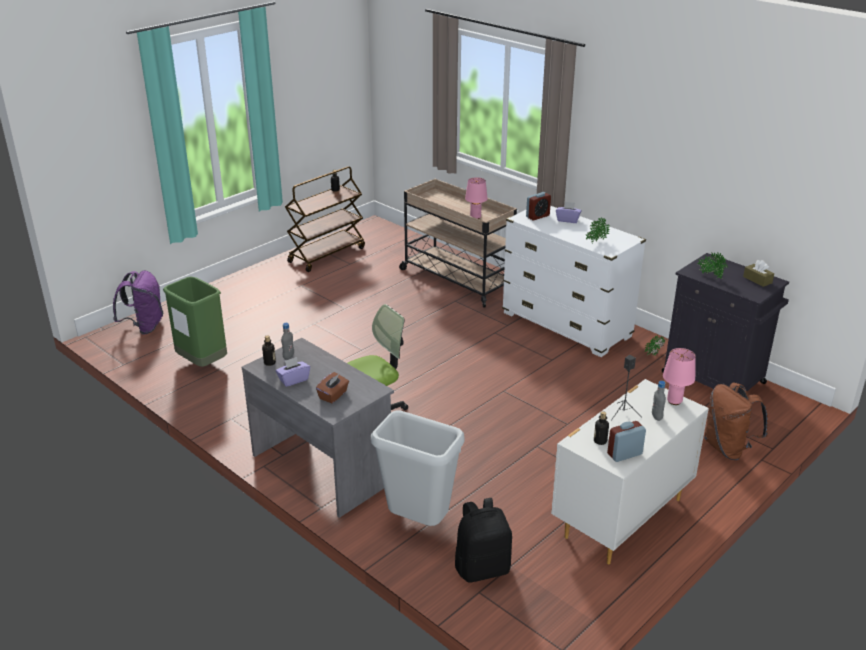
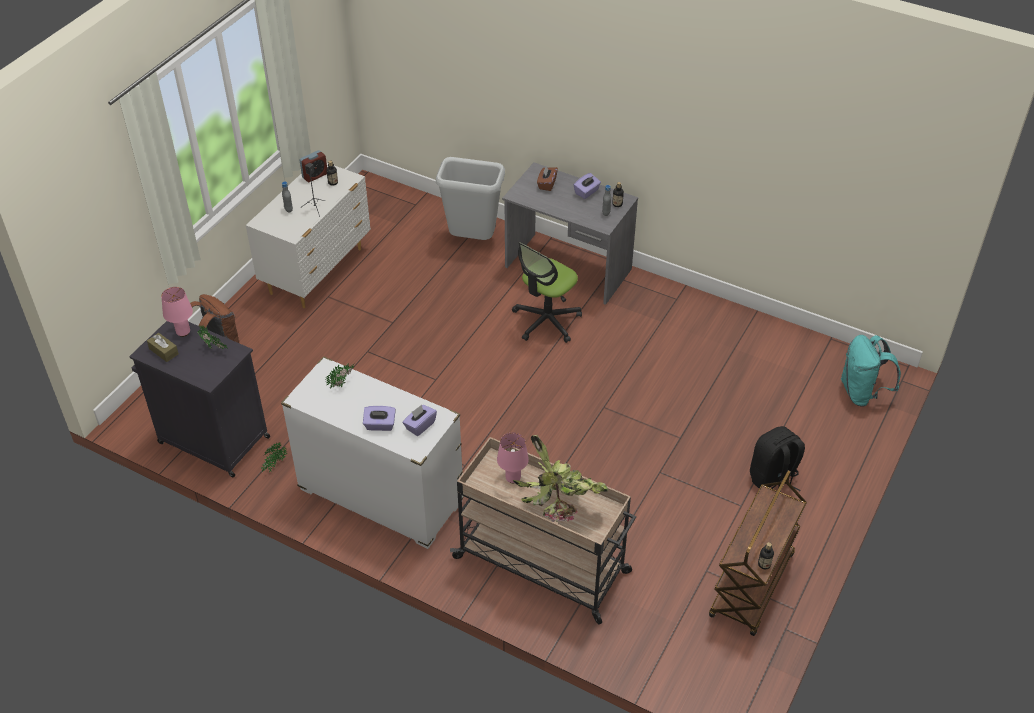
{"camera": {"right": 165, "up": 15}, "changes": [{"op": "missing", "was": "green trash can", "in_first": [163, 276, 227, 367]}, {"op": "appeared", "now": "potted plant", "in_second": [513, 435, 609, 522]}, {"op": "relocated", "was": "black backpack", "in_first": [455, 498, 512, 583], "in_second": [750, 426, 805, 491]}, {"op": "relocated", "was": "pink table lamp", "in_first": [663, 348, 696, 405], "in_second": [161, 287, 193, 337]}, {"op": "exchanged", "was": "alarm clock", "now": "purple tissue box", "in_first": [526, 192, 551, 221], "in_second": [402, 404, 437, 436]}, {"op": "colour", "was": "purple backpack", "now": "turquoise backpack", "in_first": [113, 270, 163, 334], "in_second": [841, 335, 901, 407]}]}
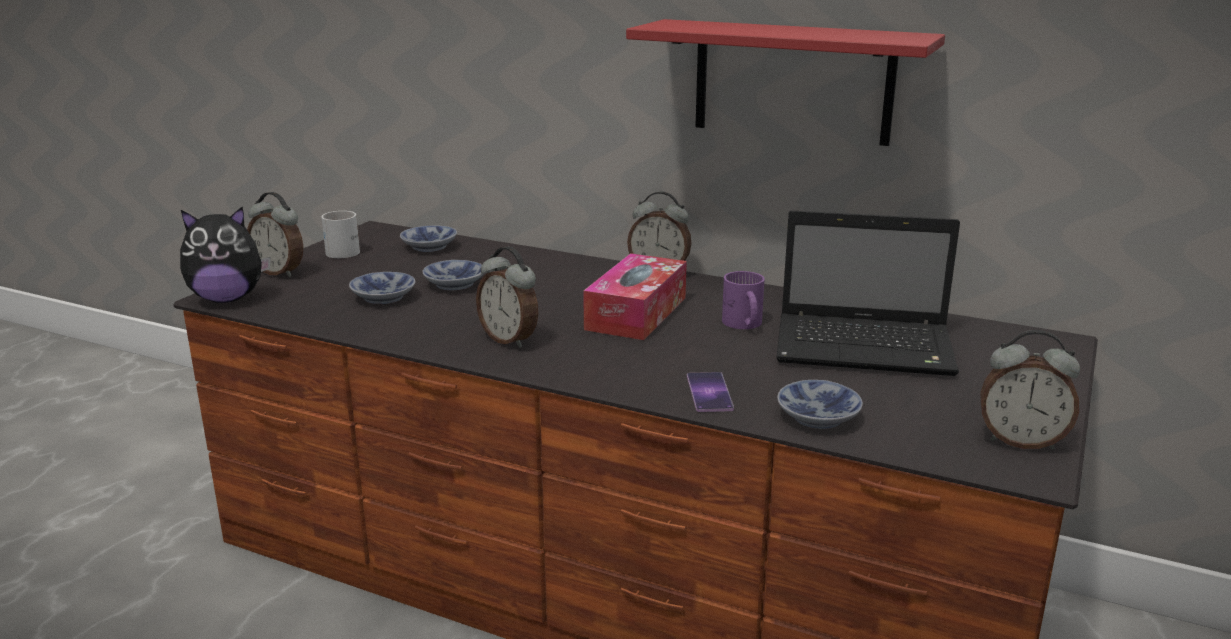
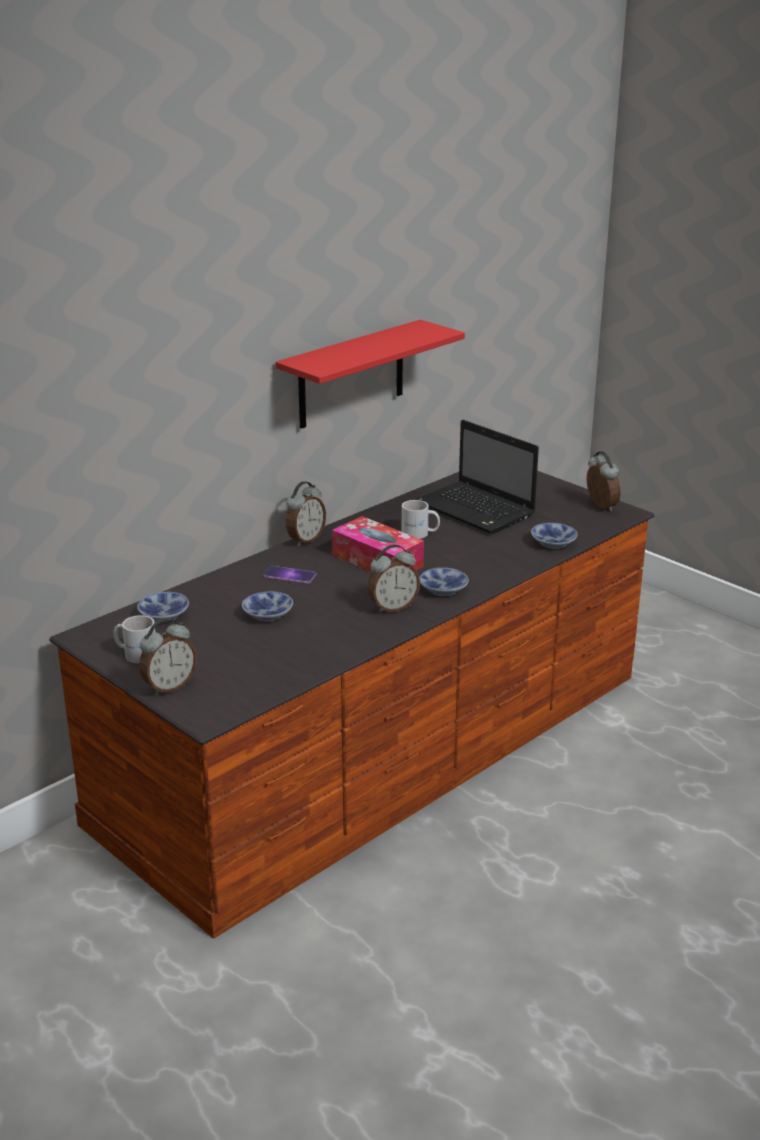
{"camera": {"right": -70, "up": 5}, "changes": [{"op": "missing", "was": "plush toy", "in_first": [180, 207, 271, 303]}, {"op": "relocated", "was": "bowl", "in_first": [349, 272, 416, 304], "in_second": [420, 568, 469, 596]}, {"op": "relocated", "was": "phone", "in_first": [687, 372, 734, 412], "in_second": [263, 566, 316, 583]}, {"op": "colour", "was": "purple mug", "now": "white mug", "in_first": [722, 271, 765, 329], "in_second": [402, 500, 440, 539]}, {"op": "spun", "was": "laptop", "in_first": [776, 210, 960, 376], "in_second": [414, 420, 539, 534], "clockwise": 105}, {"op": "spun", "was": "alarm clock", "in_first": [980, 330, 1080, 449], "in_second": [587, 451, 621, 511], "clockwise": -60}]}
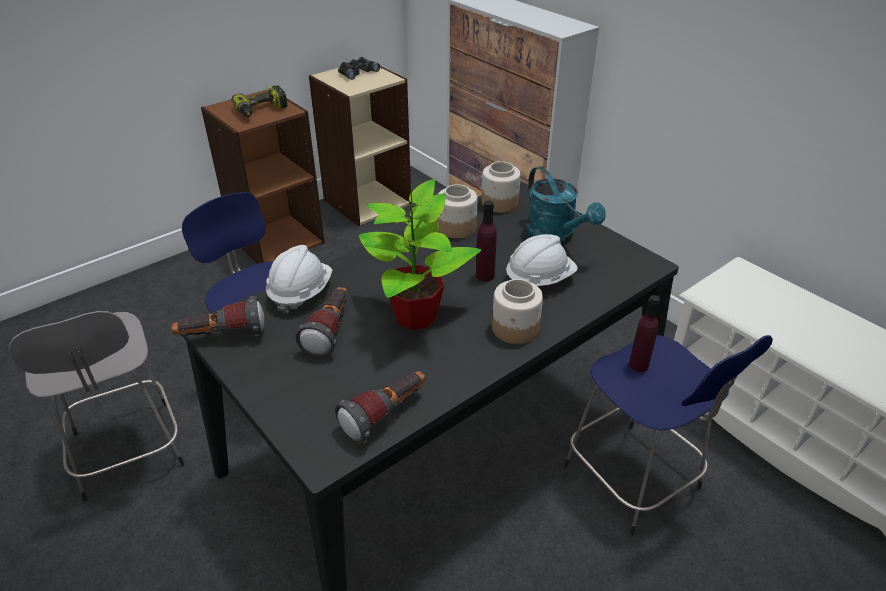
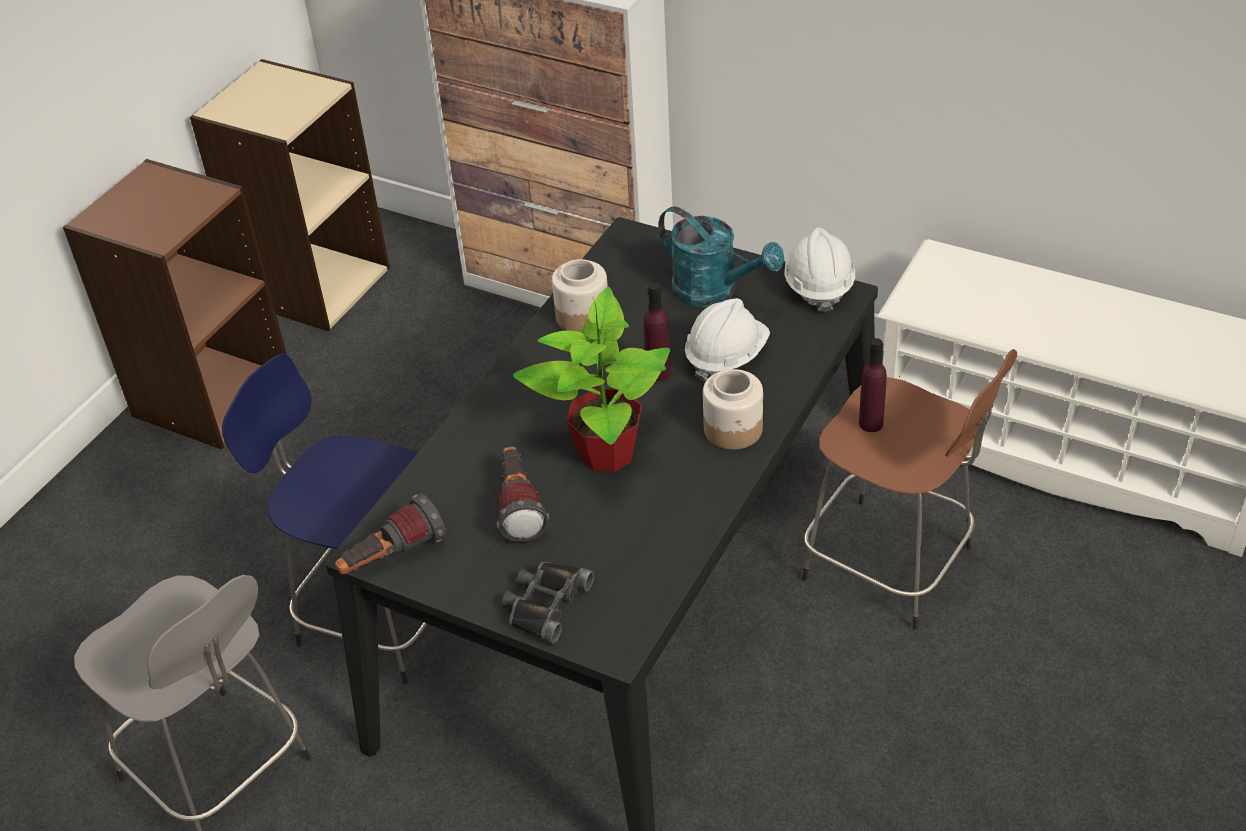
{"camera": {"right": -20, "up": 5}, "changes": [{"op": "missing", "was": "power drill", "in_first": [231, 85, 288, 117]}, {"op": "missing", "was": "flashlight", "in_first": [335, 371, 425, 444]}, {"op": "missing", "was": "jar", "in_first": [481, 161, 521, 213]}, {"op": "relocated", "was": "white hard hat", "in_first": [266, 245, 332, 314], "in_second": [784, 227, 855, 313]}, {"op": "relocated", "was": "black binoculars", "in_first": [338, 57, 380, 80], "in_second": [502, 562, 594, 644]}, {"op": "colour", "was": "blue stool", "now": "brown stool", "in_first": [563, 335, 773, 536], "in_second": [802, 349, 1017, 630]}]}
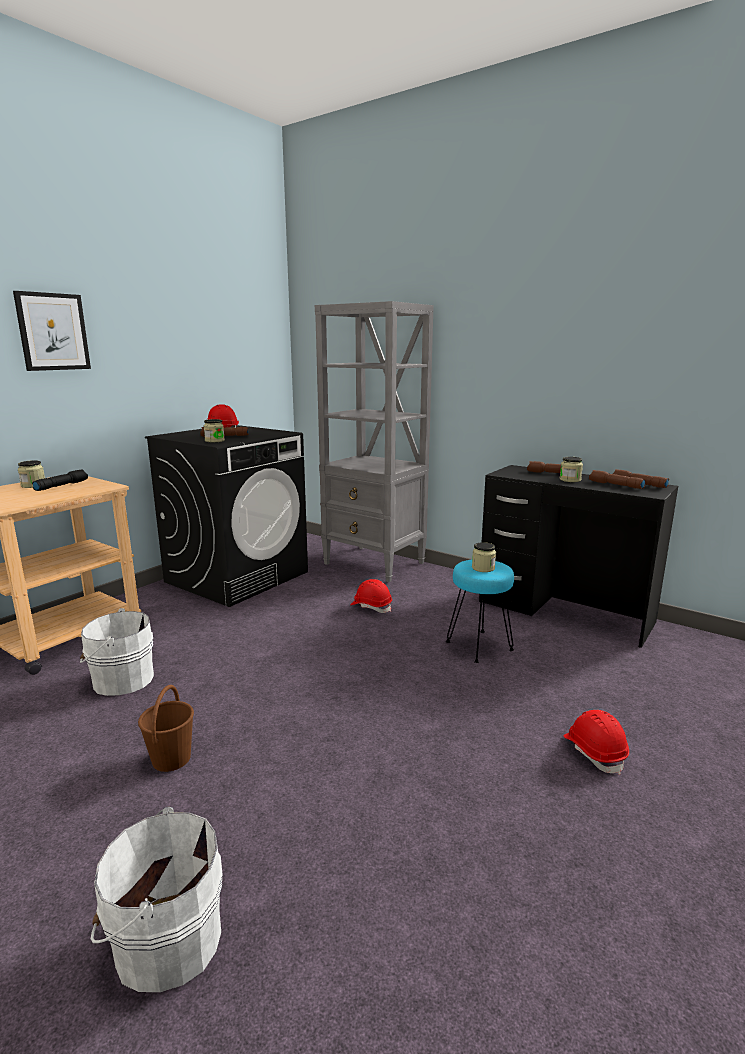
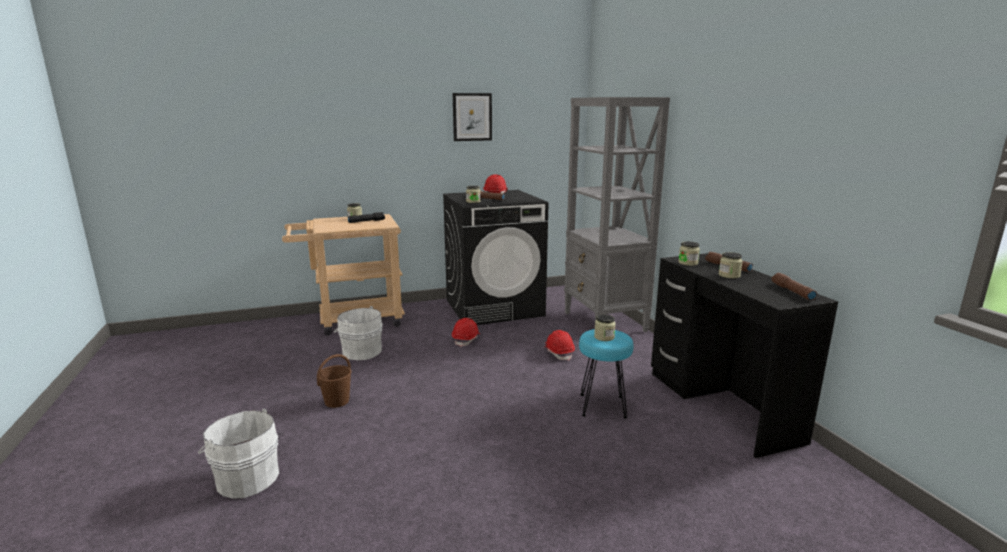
{"camera": {"right": 35, "up": 0}, "changes": [{"op": "missing", "was": "brown flashlight", "in_first": [589, 470, 646, 489]}, {"op": "appeared", "now": "jar", "in_second": [678, 241, 700, 266]}, {"op": "relocated", "was": "picture", "in_first": [13, 291, 91, 371], "in_second": [453, 93, 492, 141]}, {"op": "relocated", "was": "red hard hat", "in_first": [563, 710, 629, 775], "in_second": [452, 318, 480, 347]}]}
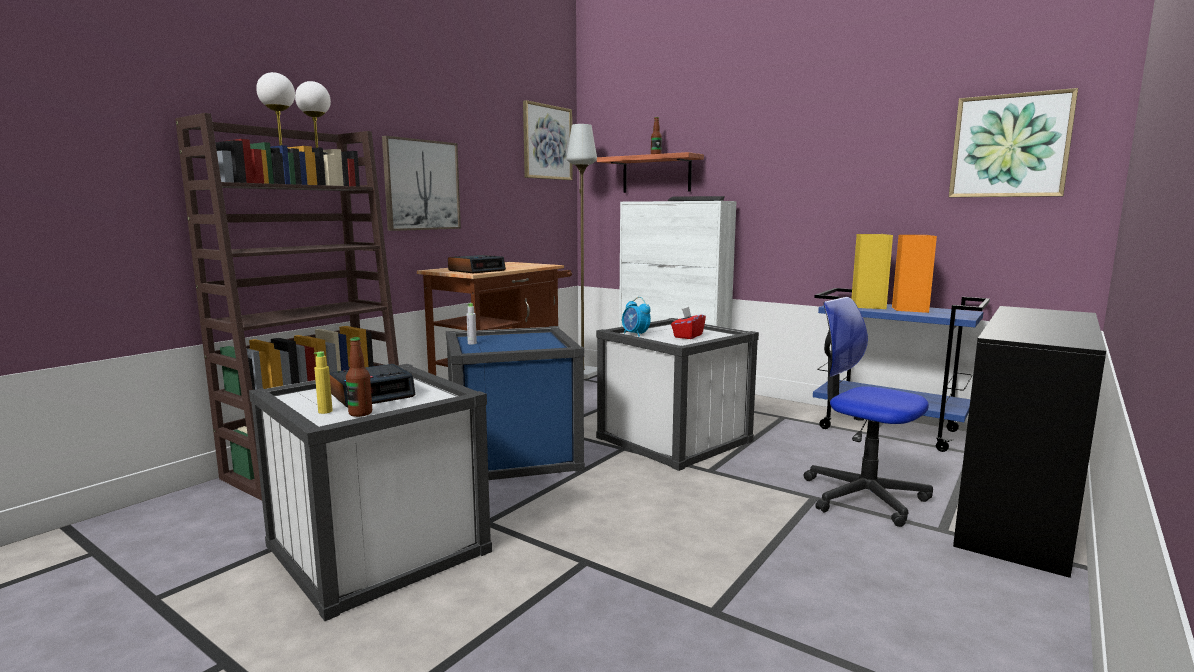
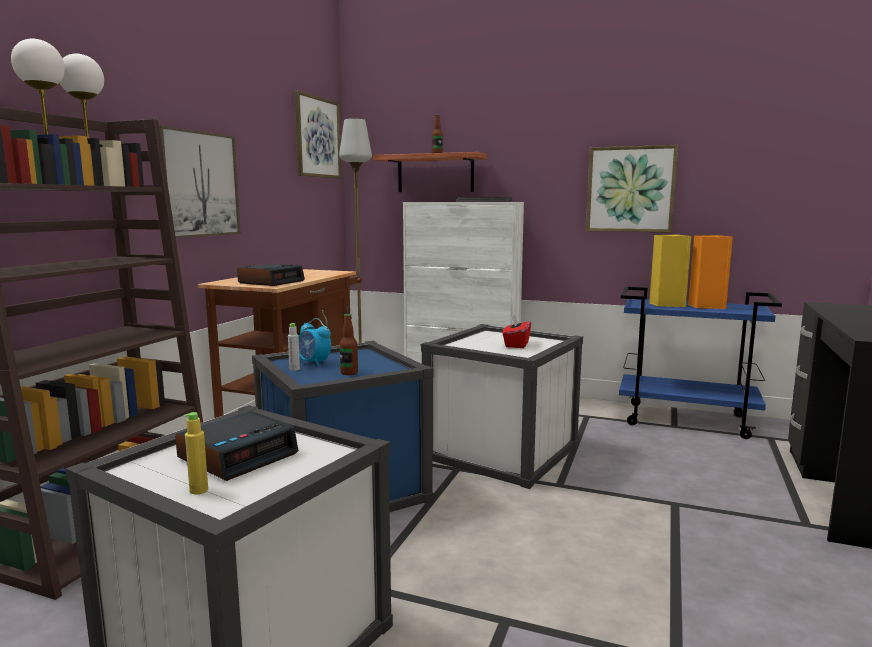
{"camera": {"right": -15, "up": 0}, "changes": [{"op": "missing", "was": "office chair", "in_first": [804, 297, 933, 527]}, {"op": "relocated", "was": "bottle", "in_first": [346, 337, 372, 417], "in_second": [340, 314, 358, 375]}, {"op": "relocated", "was": "alarm clock", "in_first": [622, 297, 651, 337], "in_second": [299, 318, 331, 366]}, {"op": "relocated", "was": "picture", "in_first": [949, 88, 1078, 197], "in_second": [586, 145, 678, 232]}]}
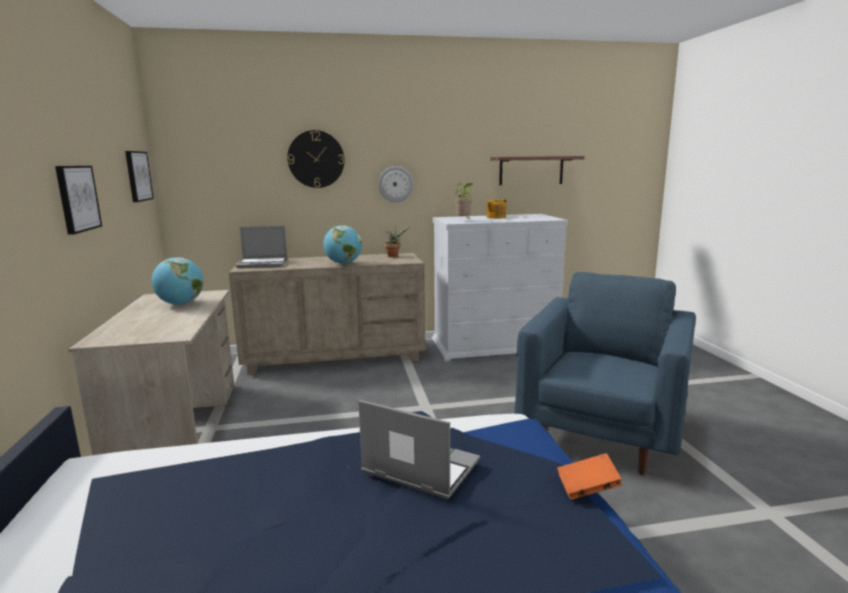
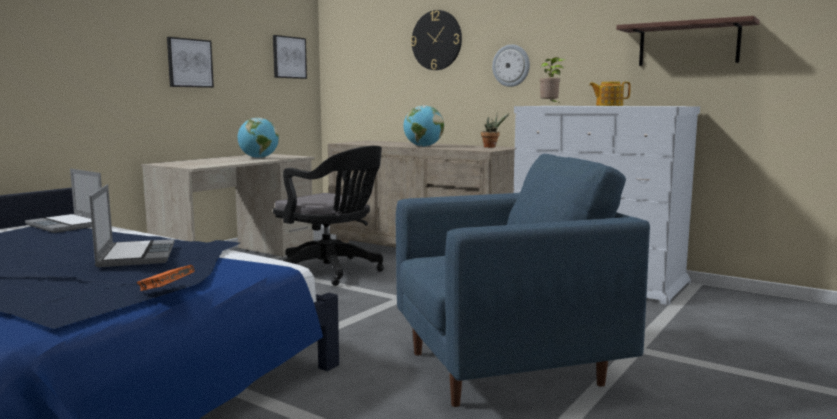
{"camera": {"right": 45, "up": -5}, "changes": [{"op": "appeared", "now": "black office chair", "in_second": [273, 146, 384, 286]}, {"op": "relocated", "was": "laptop", "in_first": [235, 226, 287, 268], "in_second": [25, 169, 102, 233]}]}
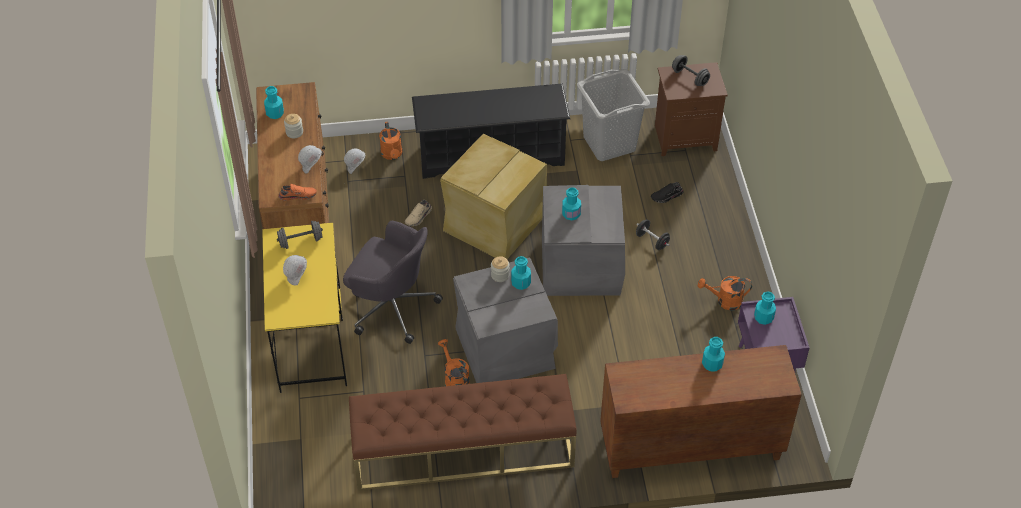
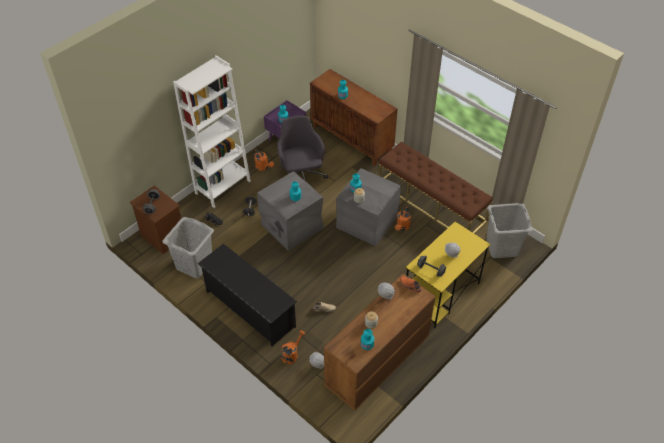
{"camera": {"right": -130, "up": 0}, "changes": [{"op": "missing", "was": "beige storage box", "in_first": [440, 134, 547, 259]}, {"op": "appeared", "now": "white bookcase", "in_second": [173, 55, 251, 208]}, {"op": "appeared", "now": "grey laundry basket", "in_second": [486, 203, 533, 258]}, {"op": "relocated", "was": "grey office chair", "in_first": [343, 221, 443, 344], "in_second": [277, 115, 328, 181]}]}
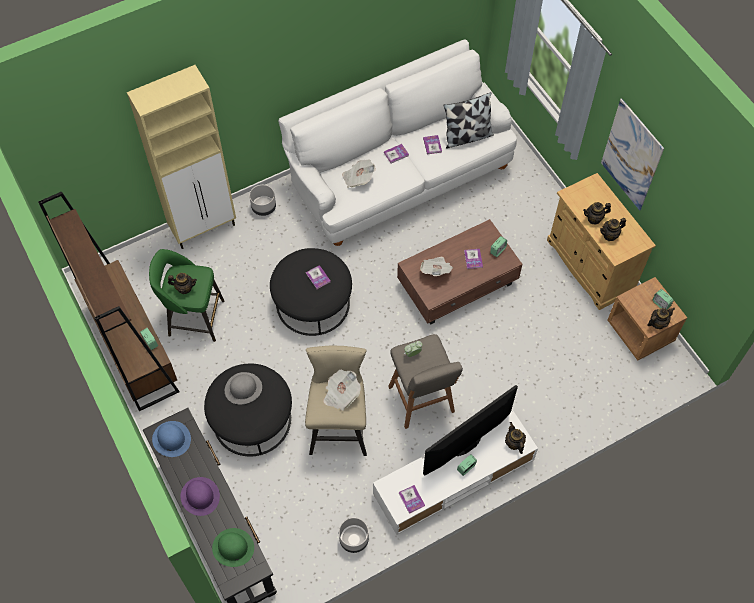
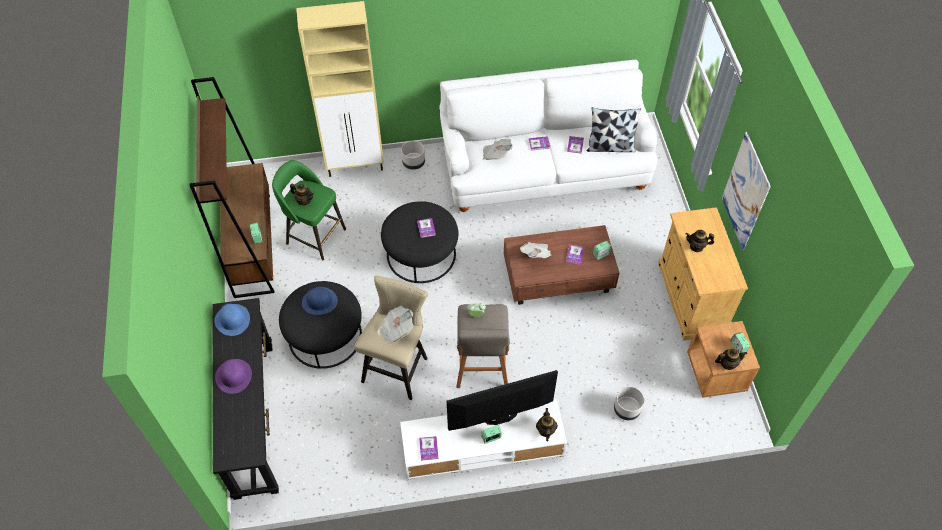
{"camera": {"right": 20, "up": -5}, "changes": [{"op": "missing", "was": "green hat", "in_first": [212, 528, 254, 567]}, {"op": "missing", "was": "teapot", "in_first": [600, 218, 626, 241]}, {"op": "relocated", "was": "grey planter", "in_first": [339, 517, 369, 553], "in_second": [614, 386, 644, 420]}, {"op": "colour", "was": "grey hat", "now": "blue hat", "in_first": [225, 372, 262, 404], "in_second": [302, 287, 338, 315]}]}
